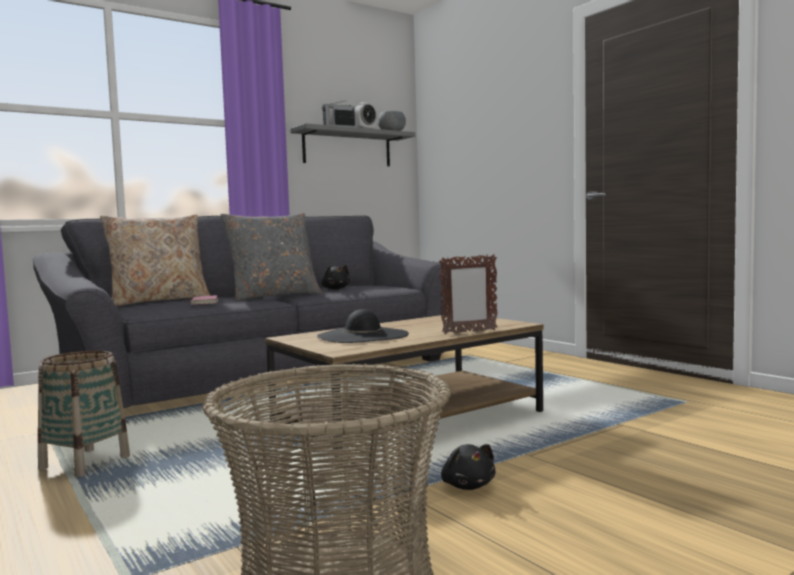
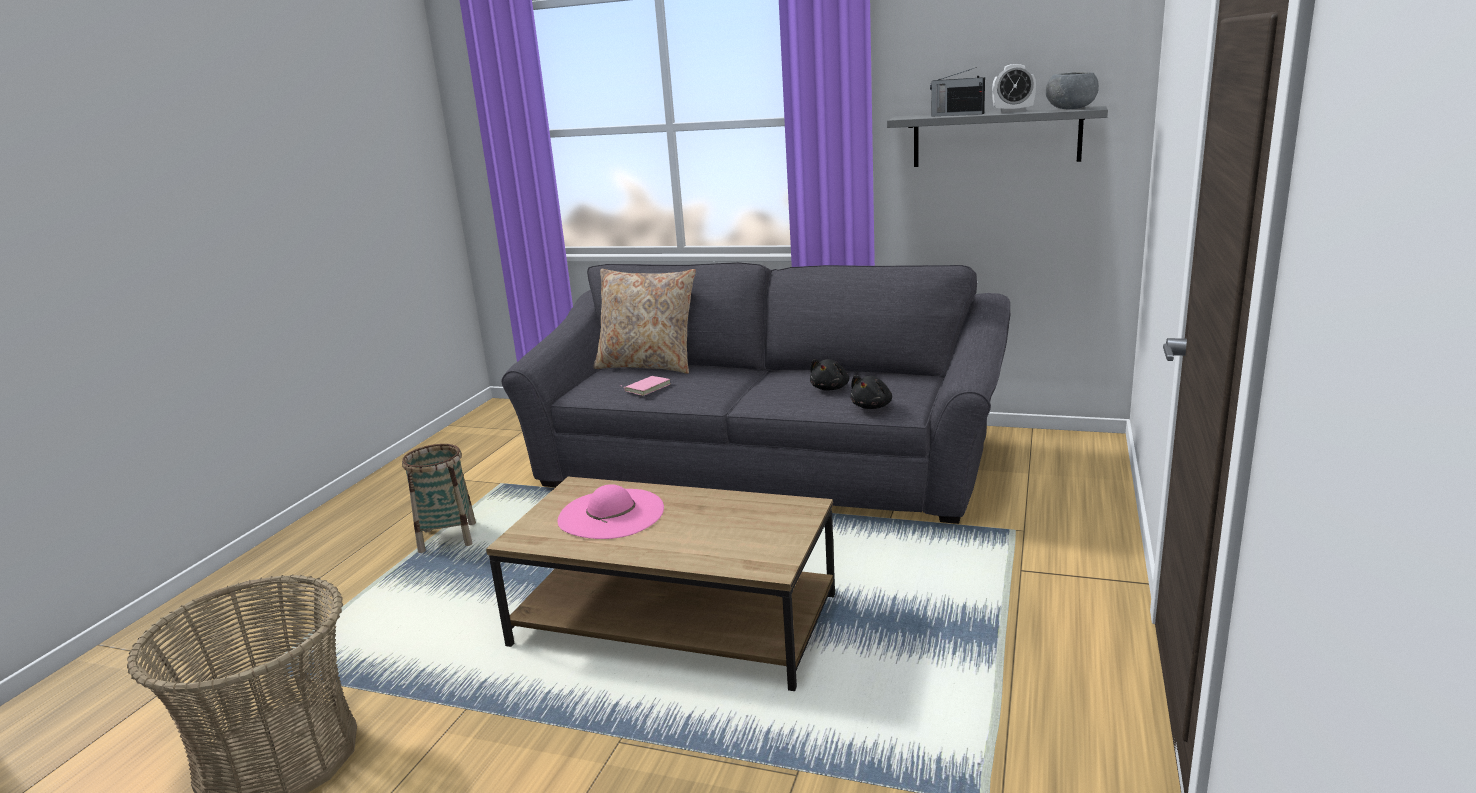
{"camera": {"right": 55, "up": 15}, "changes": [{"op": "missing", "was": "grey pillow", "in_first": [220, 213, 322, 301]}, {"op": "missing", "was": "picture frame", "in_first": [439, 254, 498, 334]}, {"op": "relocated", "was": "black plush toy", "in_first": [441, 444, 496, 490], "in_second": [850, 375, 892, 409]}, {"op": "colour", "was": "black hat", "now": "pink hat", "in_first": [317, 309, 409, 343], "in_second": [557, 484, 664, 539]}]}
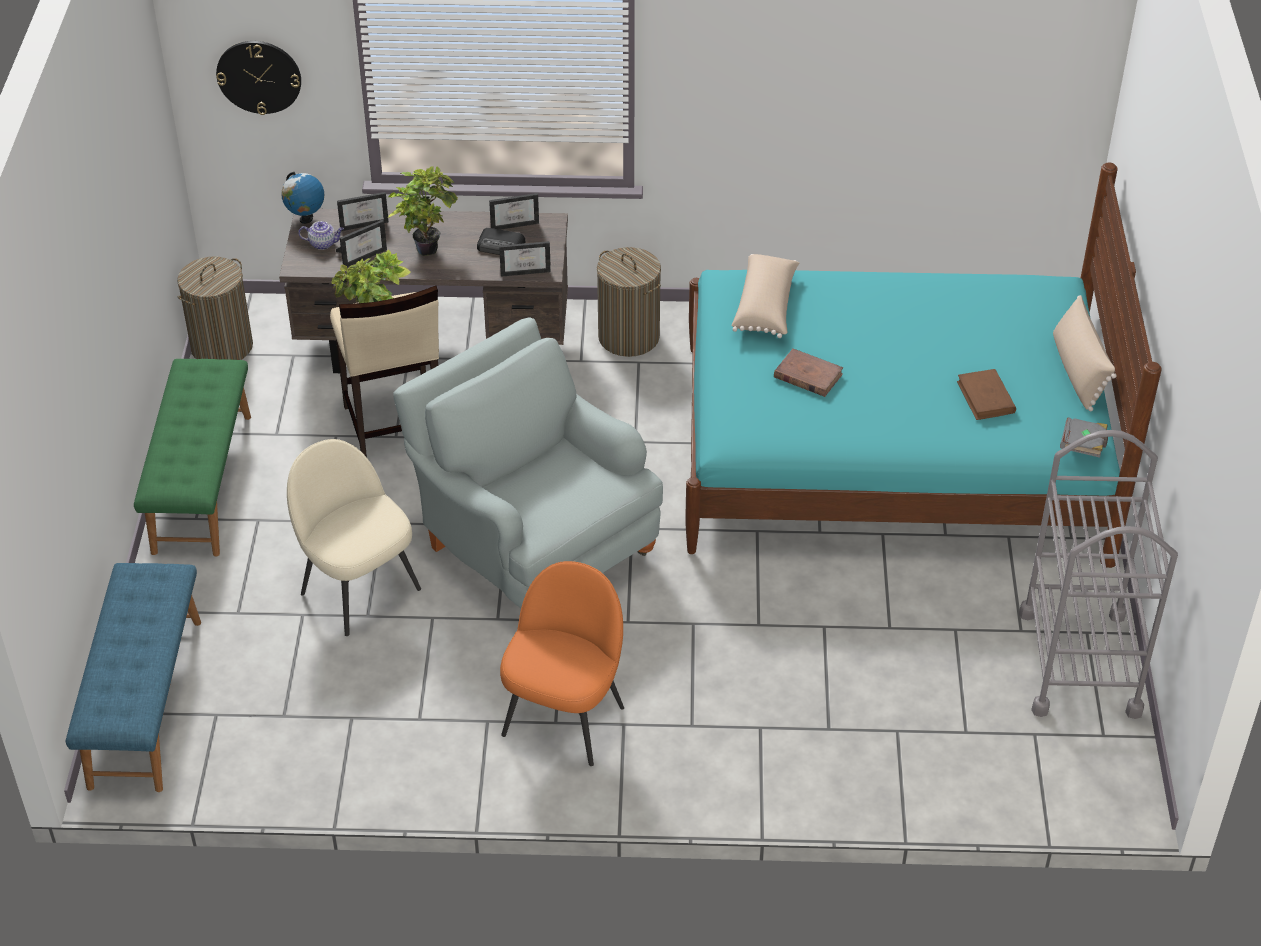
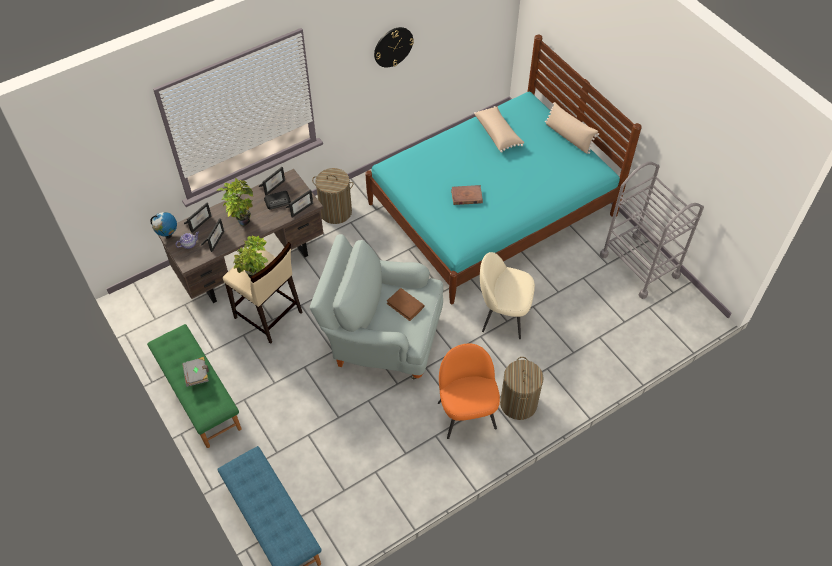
{"camera": {"right": -35, "up": 10}, "changes": [{"op": "relocated", "was": "laundry basket", "in_first": [177, 257, 253, 360], "in_second": [500, 357, 544, 420]}, {"op": "relocated", "was": "wall clock", "in_first": [216, 41, 301, 115], "in_second": [374, 27, 414, 68]}, {"op": "relocated", "was": "beige chair", "in_first": [287, 439, 421, 636], "in_second": [480, 252, 535, 339]}, {"op": "relocated", "was": "beige pillow", "in_first": [732, 254, 799, 338], "in_second": [474, 106, 524, 153]}, {"op": "relocated", "was": "brown book", "in_first": [957, 369, 1016, 420], "in_second": [387, 288, 425, 321]}, {"op": "relocated", "was": "grey book", "in_first": [1060, 417, 1108, 458], "in_second": [182, 357, 209, 387]}]}
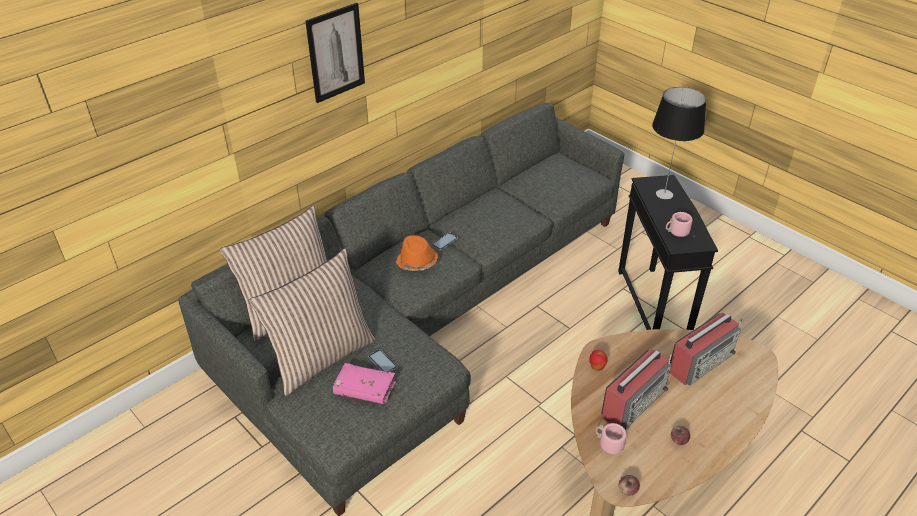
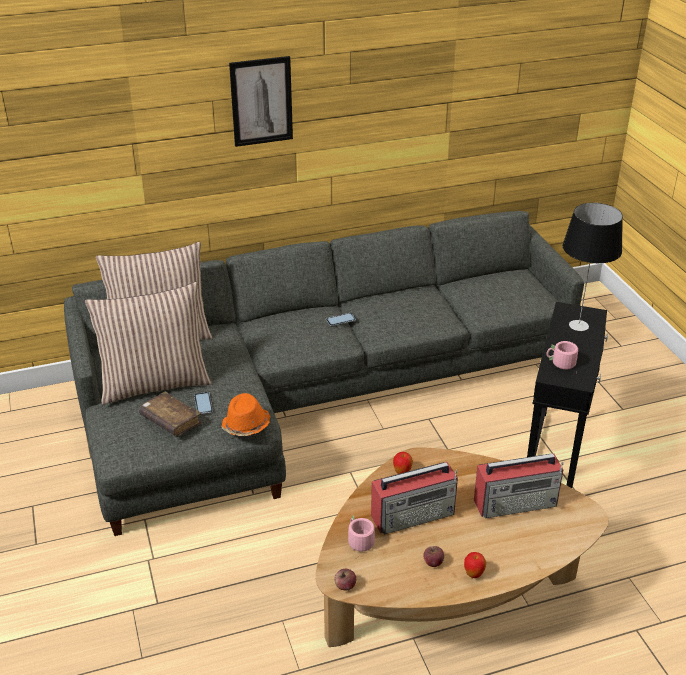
{"camera": {"right": 25, "up": -5}, "changes": [{"op": "appeared", "now": "apple", "in_second": [464, 552, 486, 578]}, {"op": "relocated", "was": "orange hat", "in_first": [396, 236, 438, 271], "in_second": [221, 393, 270, 436]}, {"op": "colour", "was": "pink book", "now": "brown book", "in_first": [333, 363, 396, 404], "in_second": [139, 392, 202, 436]}]}
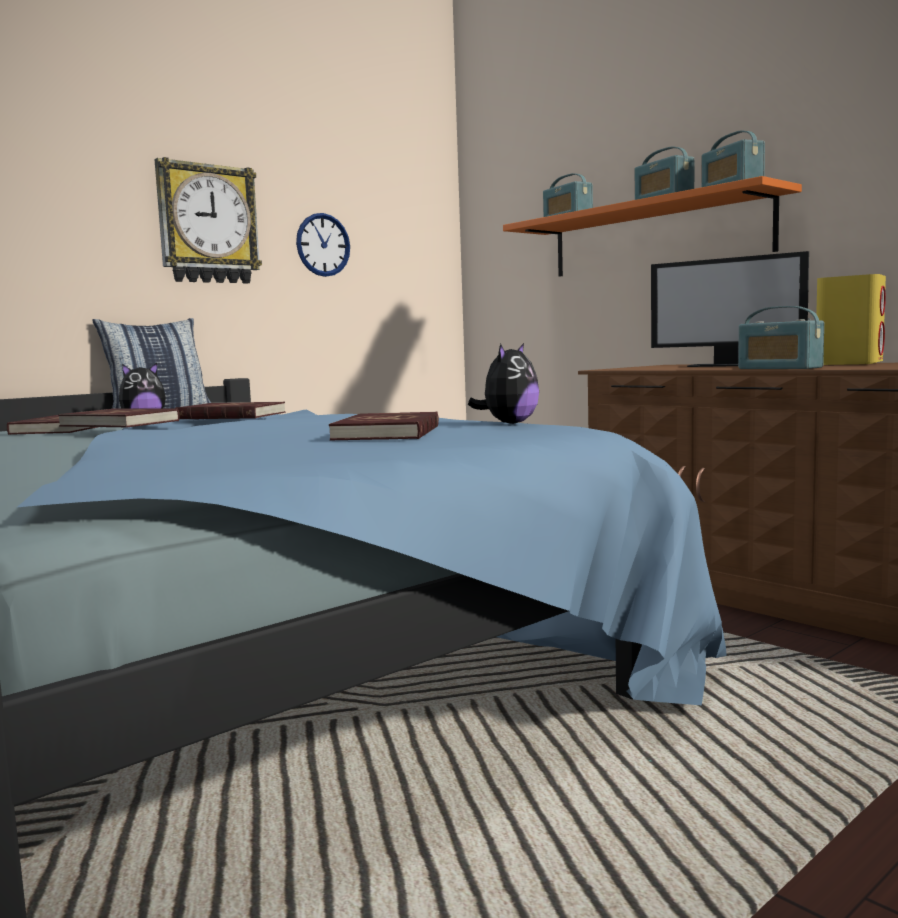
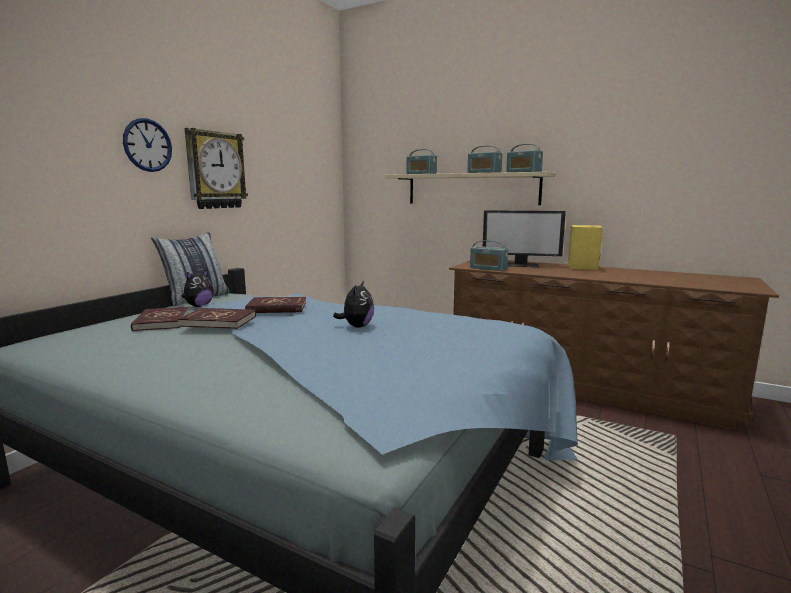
{"camera": {"right": -20, "up": 5}, "changes": [{"op": "missing", "was": "red book", "in_first": [329, 411, 439, 440]}, {"op": "relocated", "was": "wall clock", "in_first": [296, 213, 350, 277], "in_second": [123, 118, 172, 172]}, {"op": "relocated", "was": "plush toy", "in_first": [468, 343, 539, 424], "in_second": [333, 280, 374, 327]}, {"op": "relocated", "was": "radio", "in_first": [738, 306, 824, 369], "in_second": [470, 240, 508, 271]}, {"op": "colour", "was": "orange shelf", "now": "beige shelf", "in_first": [503, 176, 802, 277], "in_second": [385, 172, 555, 205]}]}
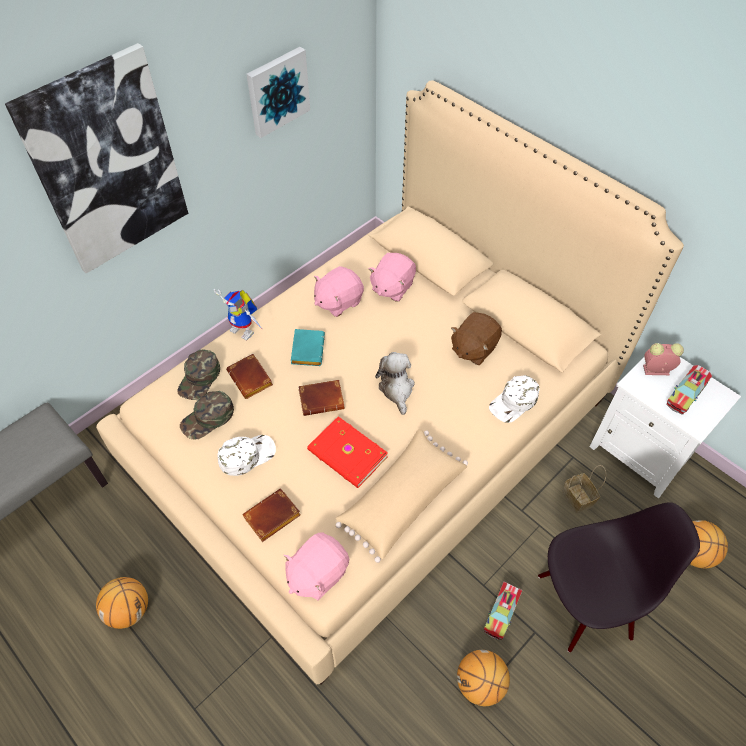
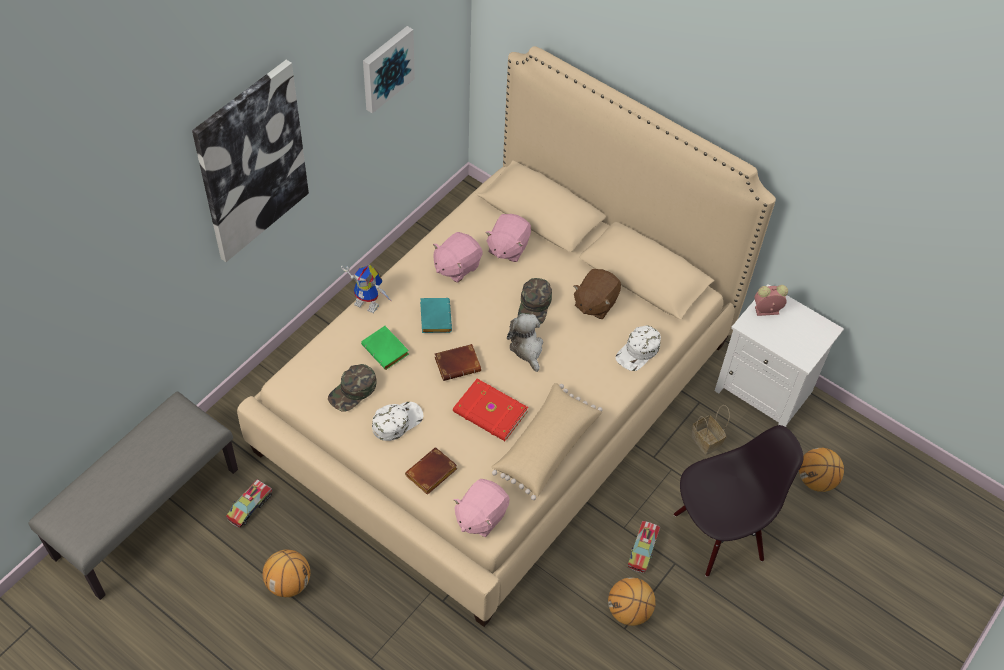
{"camera": {"right": -10, "up": 0}, "changes": [{"op": "relocated", "was": "green cap", "in_first": [177, 349, 220, 400], "in_second": [518, 278, 552, 324]}, {"op": "relocated", "was": "toy truck", "in_first": [666, 365, 712, 415], "in_second": [226, 479, 272, 528]}, {"op": "colour", "was": "brown book", "now": "green book", "in_first": [226, 354, 273, 399], "in_second": [361, 326, 409, 370]}]}
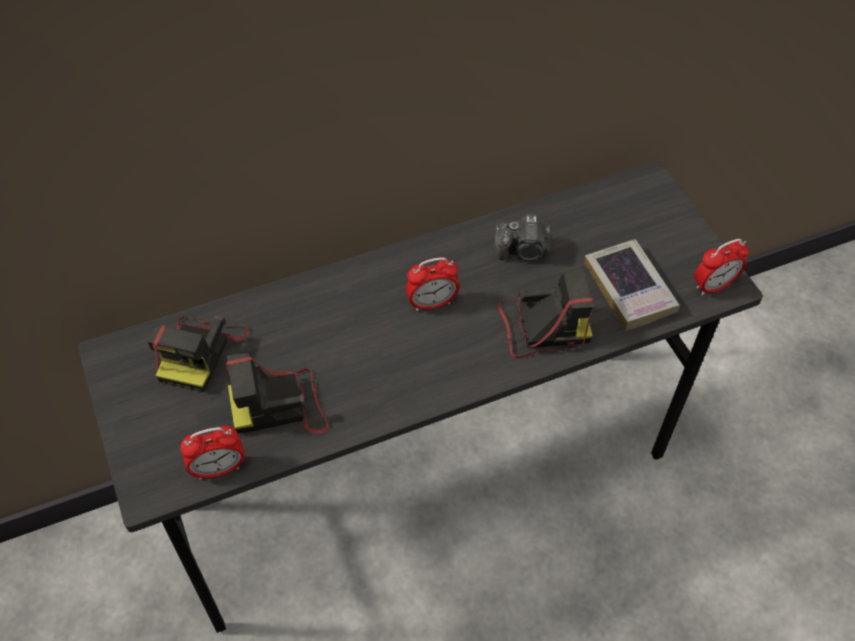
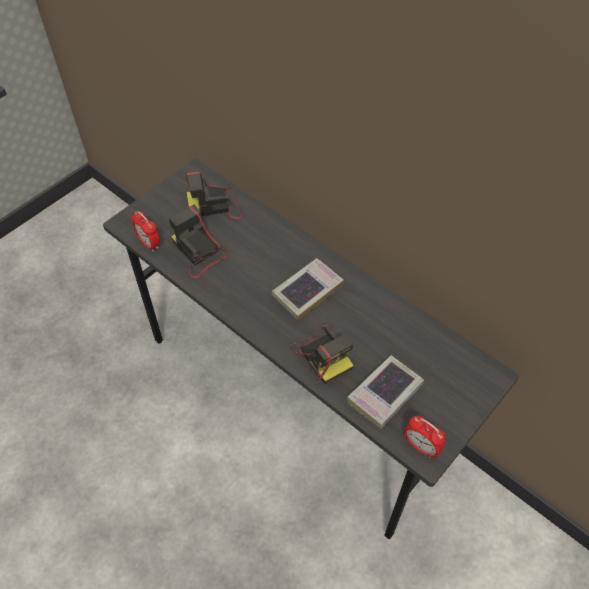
{"camera": {"right": 65, "up": 0}, "changes": [{"op": "missing", "was": "photo camera", "in_first": [494, 214, 552, 261]}, {"op": "exchanged", "was": "alarm clock", "now": "book", "in_first": [406, 258, 459, 311], "in_second": [272, 258, 344, 320]}]}
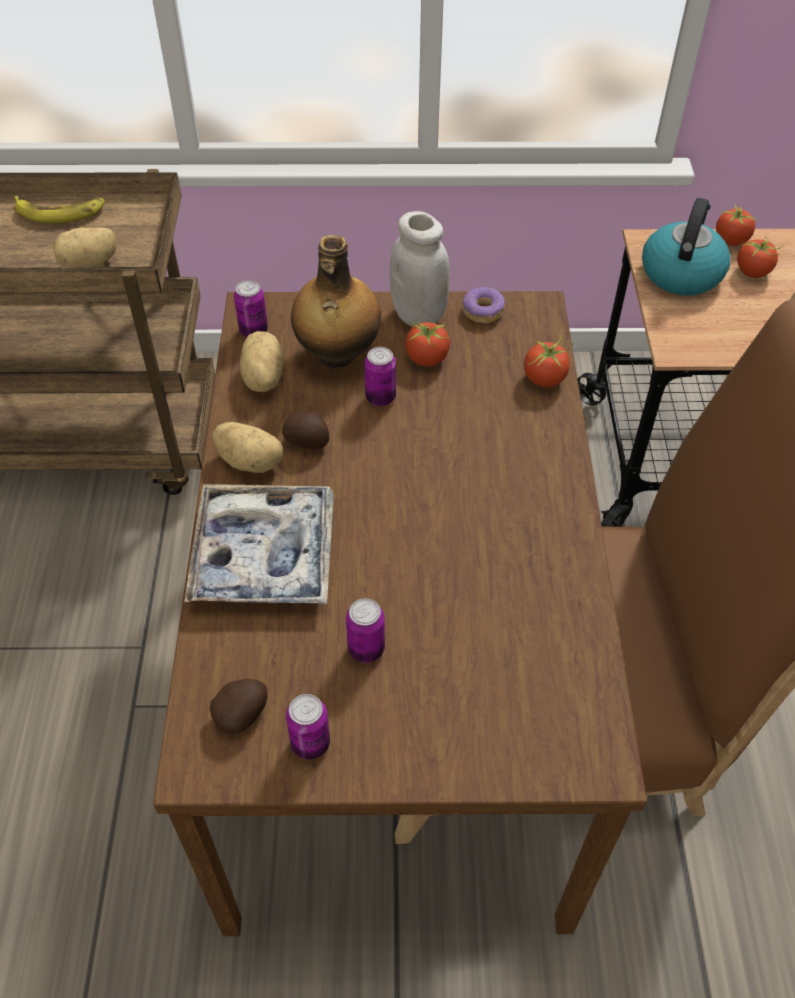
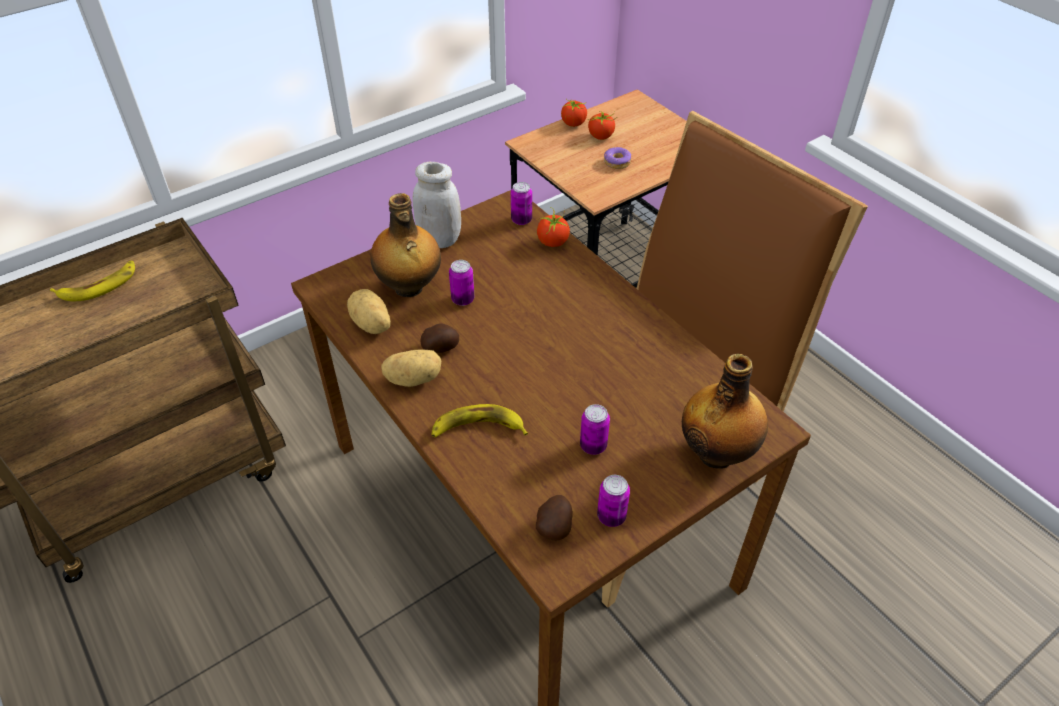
{"camera": {"right": -35, "up": -5}, "changes": [{"op": "missing", "was": "potato", "in_first": [53, 227, 117, 267]}, {"op": "missing", "was": "tomato", "in_first": [405, 321, 451, 367]}, {"op": "missing", "was": "kettle", "in_first": [642, 198, 730, 295]}, {"op": "appeared", "now": "bottle", "in_second": [682, 354, 768, 469]}, {"op": "relocated", "was": "can", "in_first": [234, 280, 268, 337], "in_second": [511, 182, 532, 225]}, {"op": "relocated", "was": "donut", "in_first": [462, 287, 505, 323], "in_second": [604, 147, 631, 169]}, {"op": "exchanged", "was": "tray", "now": "banana", "in_first": [184, 484, 334, 604], "in_second": [431, 404, 528, 437]}]}
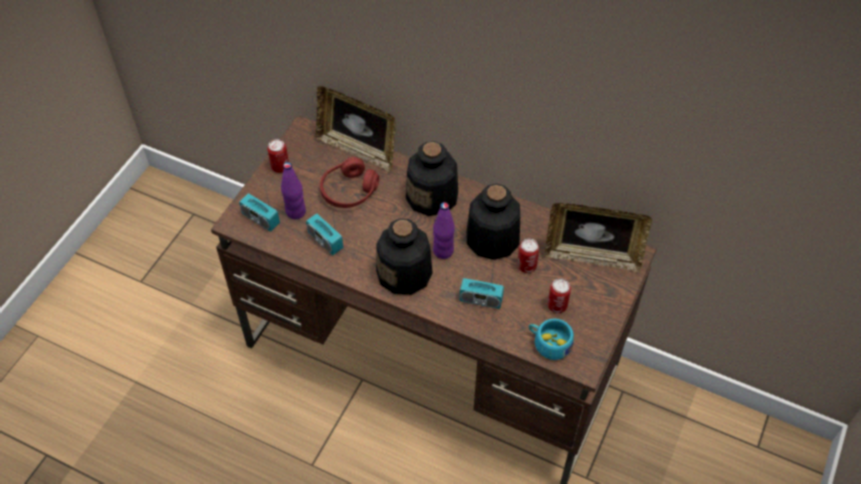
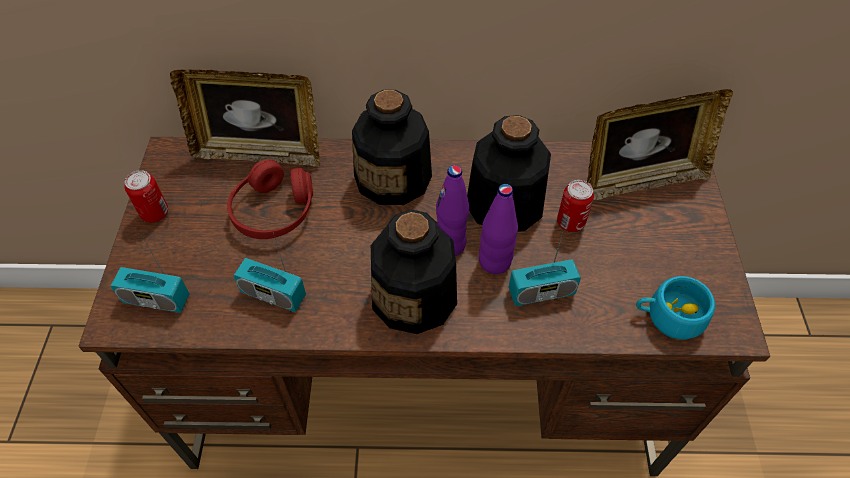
{"camera": {"right": -25, "up": 0}, "changes": [{"op": "missing", "was": "can", "in_first": [547, 278, 571, 313]}, {"op": "relocated", "was": "purple bottle", "in_first": [281, 162, 306, 219], "in_second": [479, 184, 518, 274]}]}
